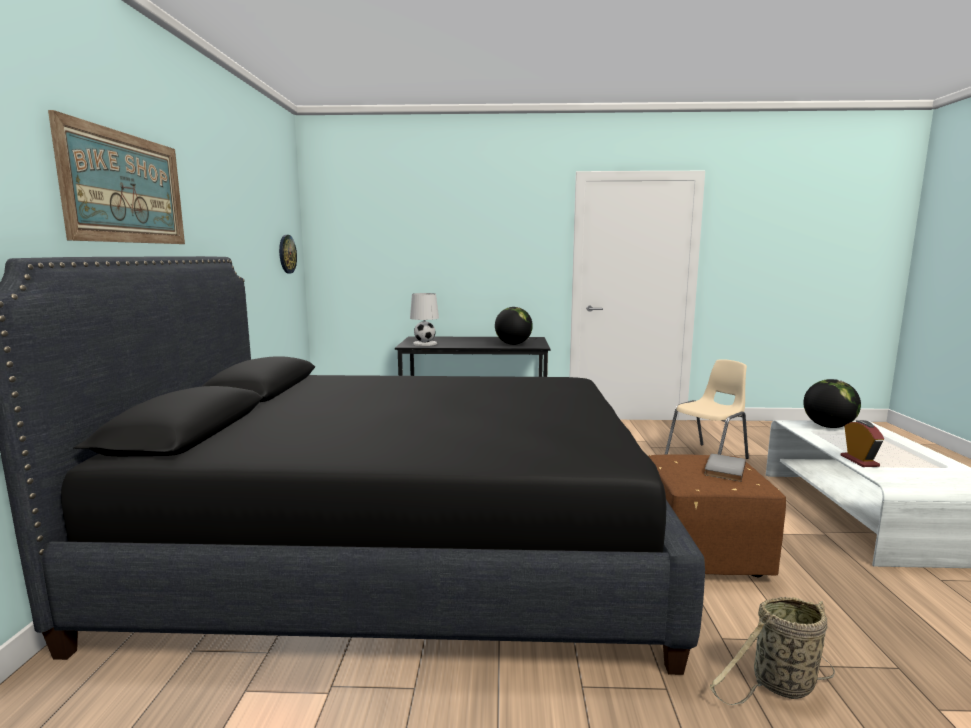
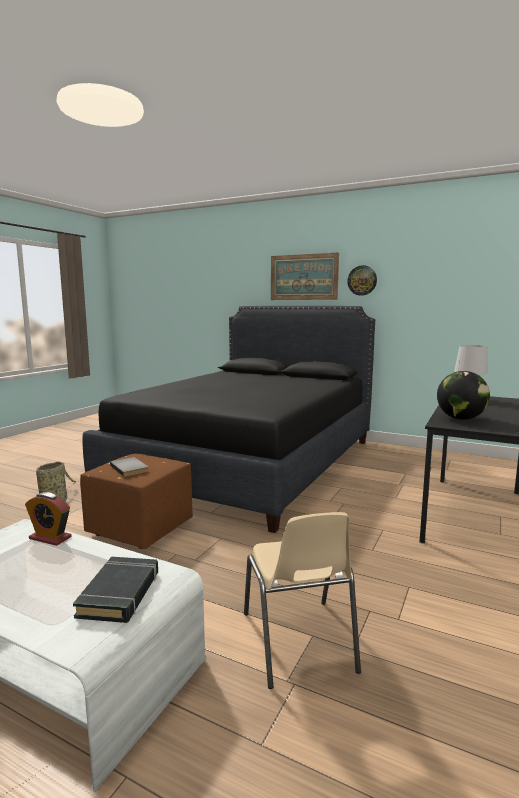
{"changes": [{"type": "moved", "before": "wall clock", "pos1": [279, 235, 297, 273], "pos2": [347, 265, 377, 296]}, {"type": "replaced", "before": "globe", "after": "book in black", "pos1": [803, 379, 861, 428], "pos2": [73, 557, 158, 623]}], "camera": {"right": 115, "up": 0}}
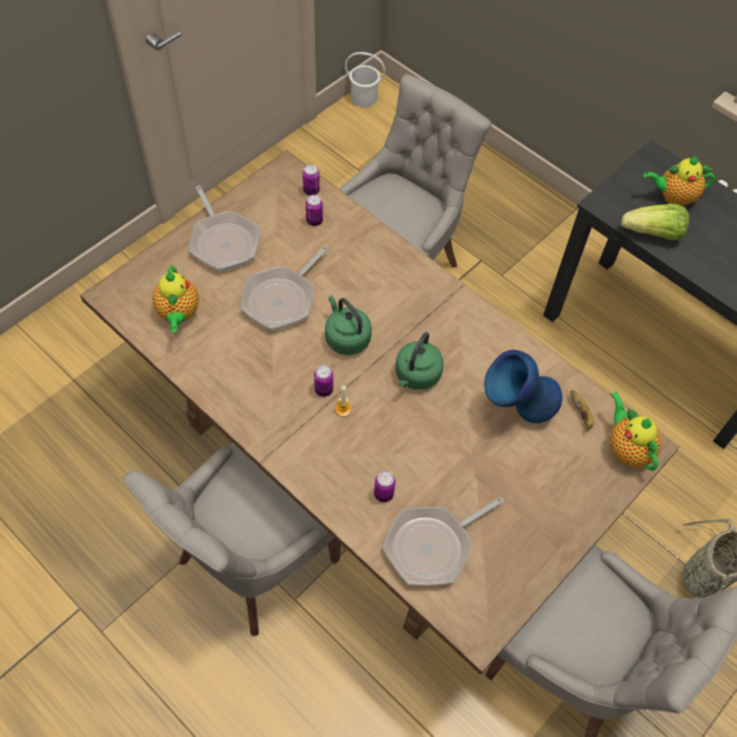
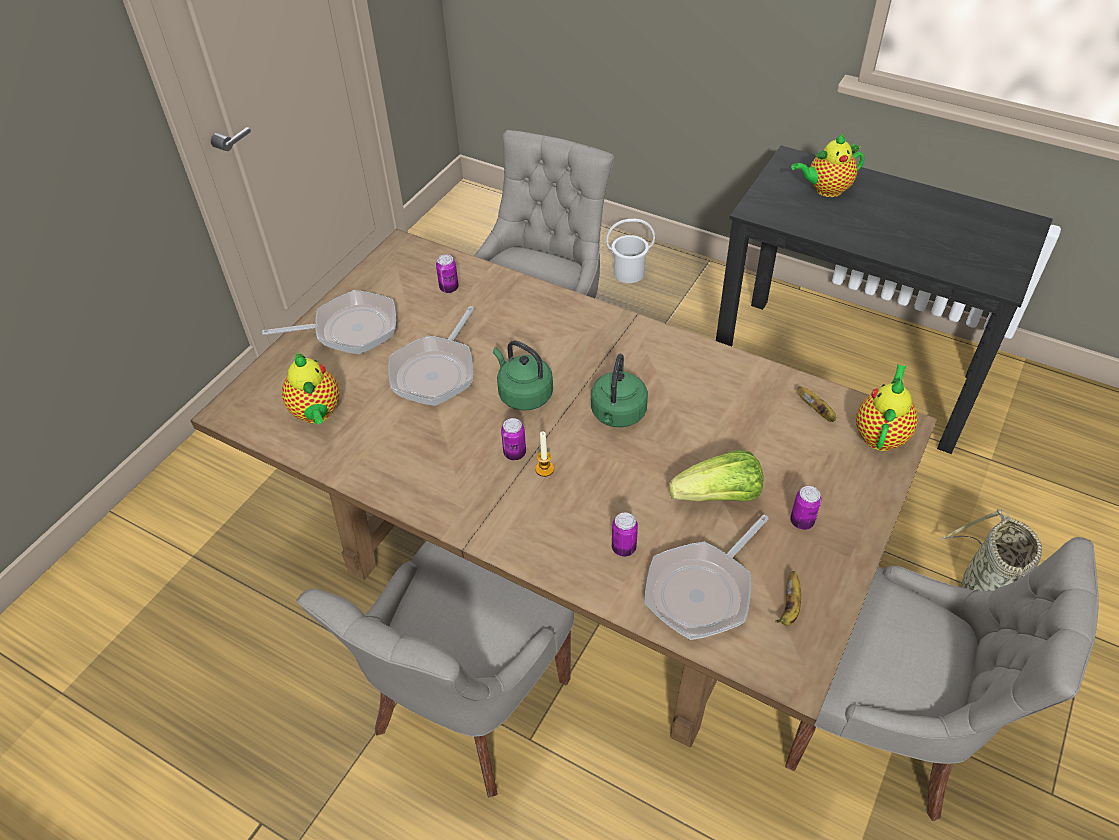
{"changes": [{"type": "turned", "before": "frying pan", "pos1": [189, 186, 260, 272], "pos2": [262, 290, 396, 354], "turn": -60}, {"type": "moved", "before": "can", "pos1": [303, 164, 320, 196], "pos2": [790, 486, 822, 530]}, {"type": "moved", "before": "bucket in white", "pos1": [345, 52, 386, 107], "pos2": [606, 219, 655, 283]}, {"type": "removed", "before": "vase in blue", "pos1": [484, 350, 562, 423]}, {"type": "turned", "before": "teapot", "pos1": [609, 391, 661, 471], "pos2": [856, 364, 917, 451], "turn": 60}, {"type": "moved", "before": "lettuce", "pos1": [621, 204, 689, 240], "pos2": [669, 450, 763, 502]}, {"type": "added", "after": "banana", "pos2": [775, 571, 801, 626]}], "camera": {"right": -10, "up": -10}}
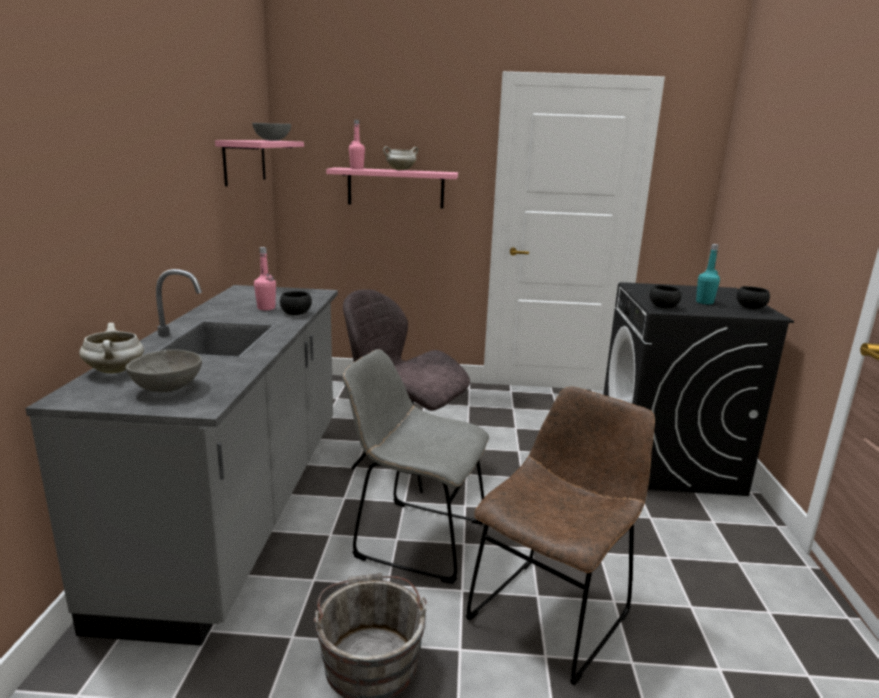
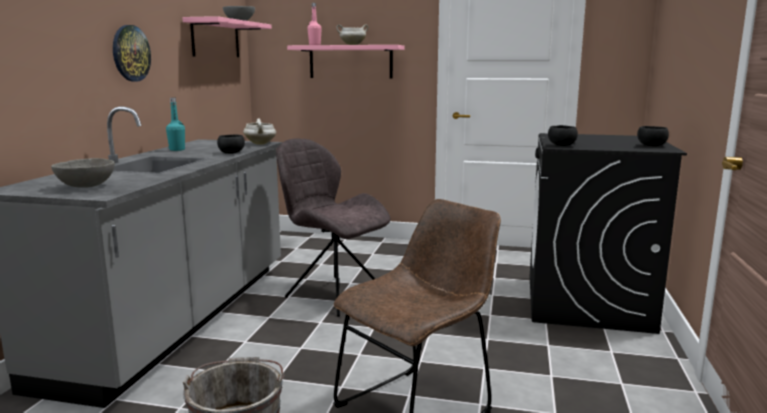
{"changes": [{"type": "moved", "before": "cooking pot in white", "pos1": [79, 323, 144, 374], "pos2": [243, 119, 276, 145]}, {"type": "removed", "before": "bottle in pink", "pos1": [254, 247, 276, 310]}, {"type": "removed", "before": "chair in grey", "pos1": [342, 349, 489, 584]}, {"type": "moved", "before": "bottle in turquoise", "pos1": [696, 244, 720, 304], "pos2": [166, 98, 185, 151]}, {"type": "added", "after": "wall clock", "pos2": [113, 25, 151, 82]}], "camera": {"right": 10, "up": -5}}
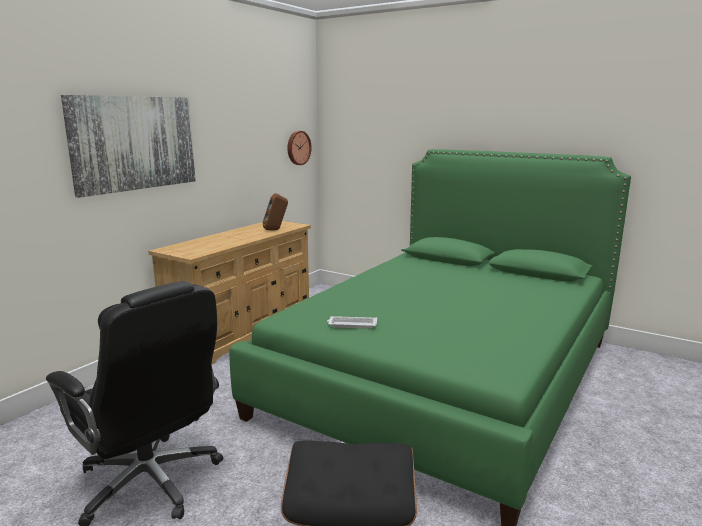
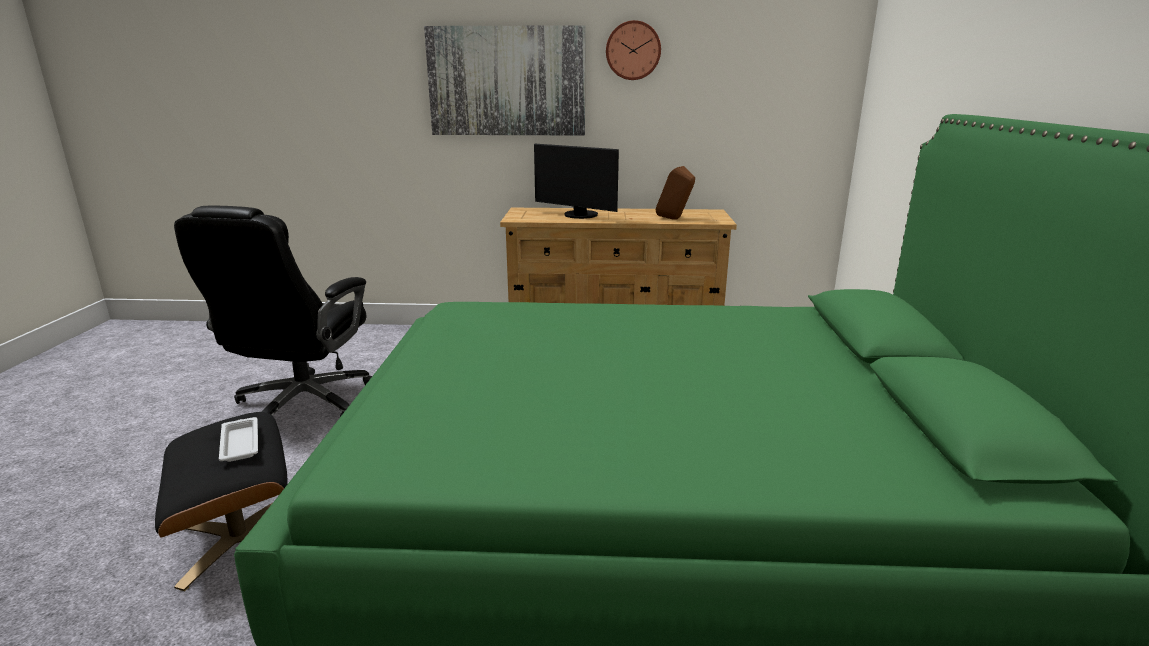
{"changes": [{"type": "moved", "before": "wall clock", "pos1": [287, 131, 312, 165], "pos2": [606, 20, 661, 80]}, {"type": "moved", "before": "tray in white", "pos1": [327, 316, 377, 329], "pos2": [219, 417, 258, 462]}, {"type": "added", "after": "monitor", "pos2": [534, 143, 619, 219]}], "camera": {"right": 60, "up": 5}}
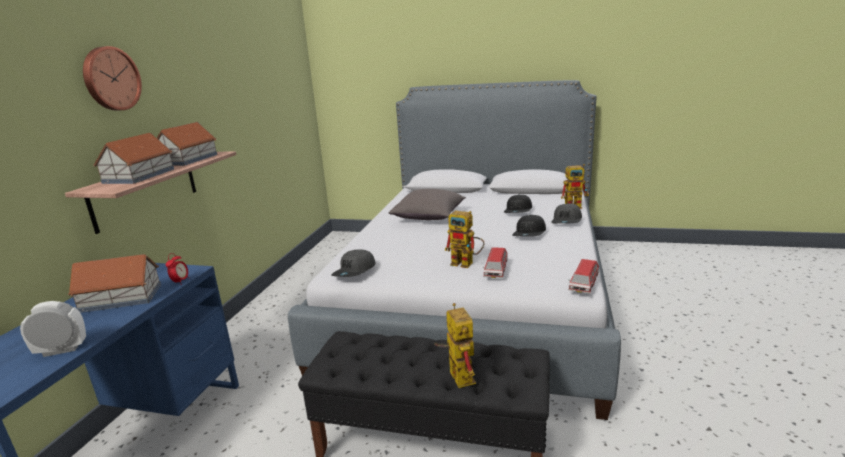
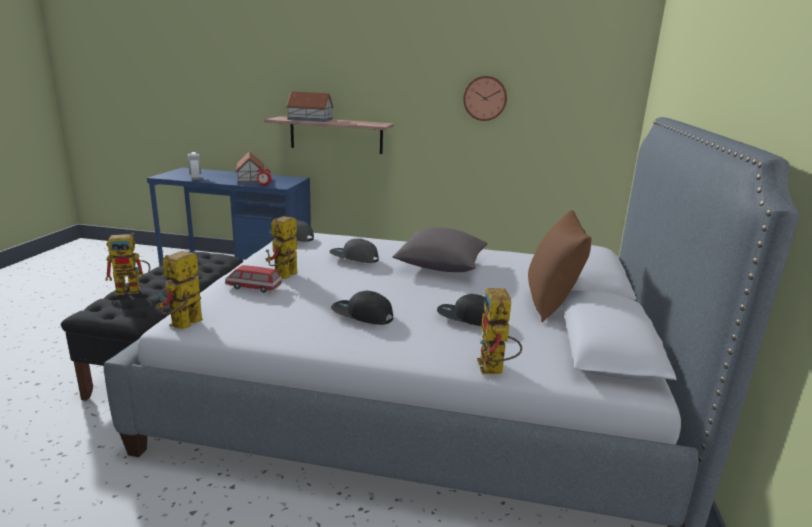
{"changes": [{"type": "moved", "before": "wall clock", "pos1": [83, 46, 142, 111], "pos2": [463, 76, 507, 121]}, {"type": "removed", "before": "toy house", "pos1": [157, 122, 217, 166]}, {"type": "moved", "before": "cap in grey", "pos1": [551, 203, 582, 224], "pos2": [329, 238, 379, 263]}, {"type": "replaced", "before": "toy car", "after": "toy robot", "pos1": [568, 259, 599, 294], "pos2": [157, 251, 203, 330]}, {"type": "added", "after": "pillow in brown", "pos2": [528, 210, 592, 322]}], "camera": {"right": 85, "up": 0}}
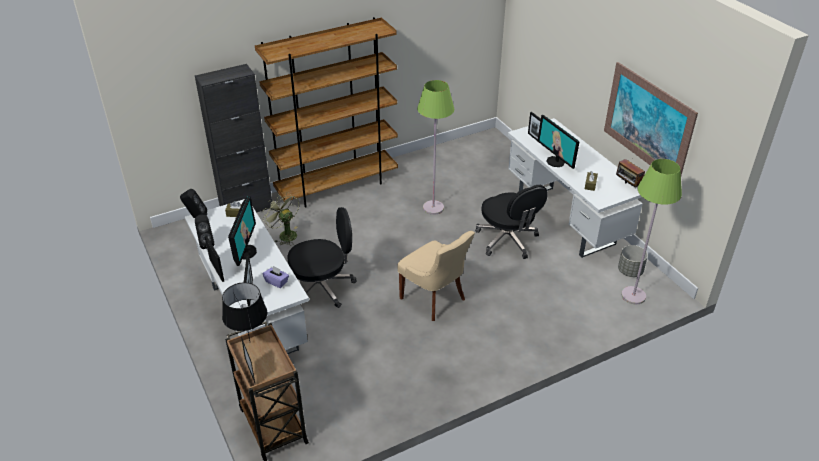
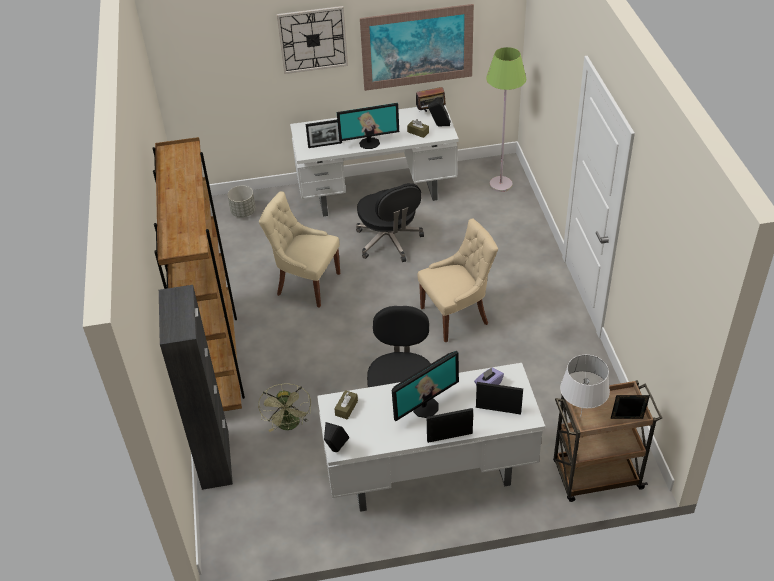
{"changes": [{"type": "moved", "before": "speaker in black", "pos1": [195, 214, 215, 249], "pos2": [428, 97, 451, 126]}, {"type": "recoloured", "before": "table lamp in black", "after": "table lamp in white", "pos1": [222, 282, 267, 341], "pos2": [560, 355, 610, 415]}, {"type": "turned", "before": "monitor", "pos1": [228, 196, 257, 266], "pos2": [392, 351, 459, 421], "turn": 120}, {"type": "turned", "before": "fan in green", "pos1": [262, 192, 299, 245], "pos2": [258, 383, 311, 432], "turn": -75}, {"type": "replaced", "before": "floor lamp in green", "after": "chair in beige", "pos1": [417, 80, 454, 215], "pos2": [259, 191, 340, 308]}, {"type": "turned", "before": "office chair in black", "pos1": [475, 185, 548, 259], "pos2": [356, 183, 424, 262], "turn": 75}, {"type": "moved", "before": "planter in grey", "pos1": [618, 245, 648, 277], "pos2": [228, 186, 256, 217]}, {"type": "added", "after": "wall clock", "pos2": [277, 6, 348, 74]}], "camera": {"right": -70, "up": 5}}
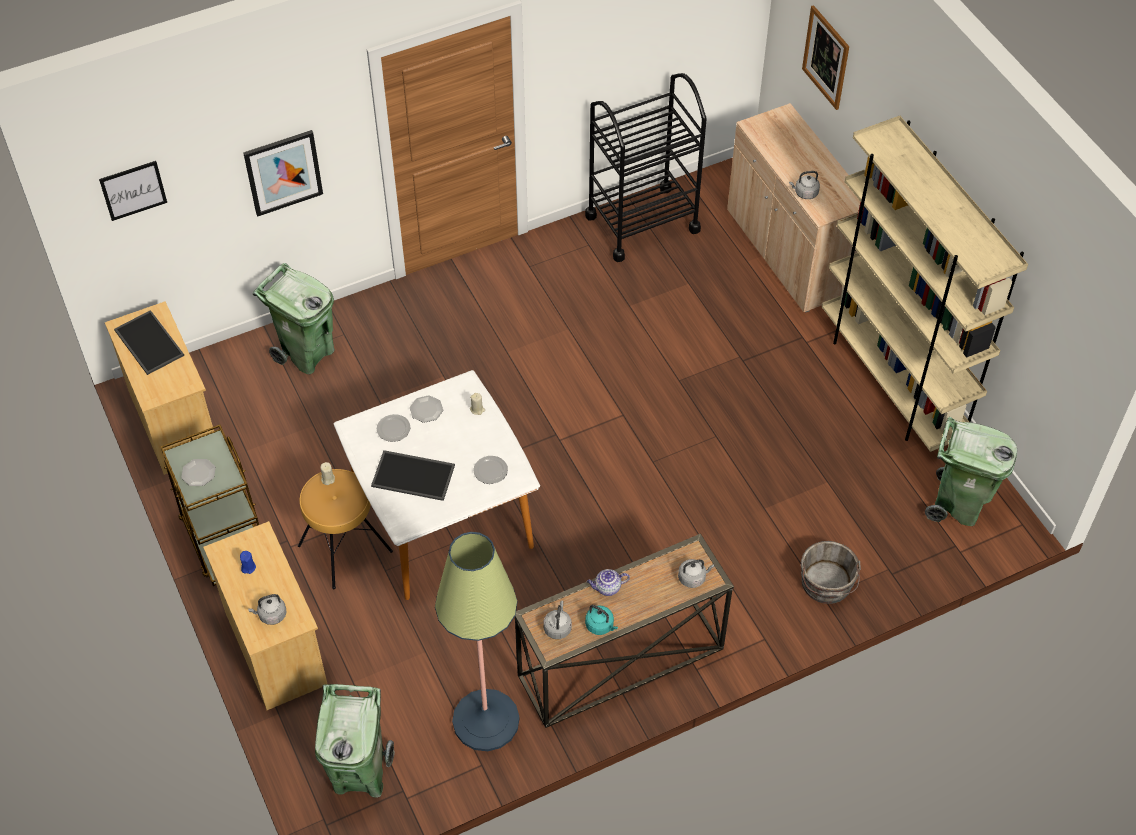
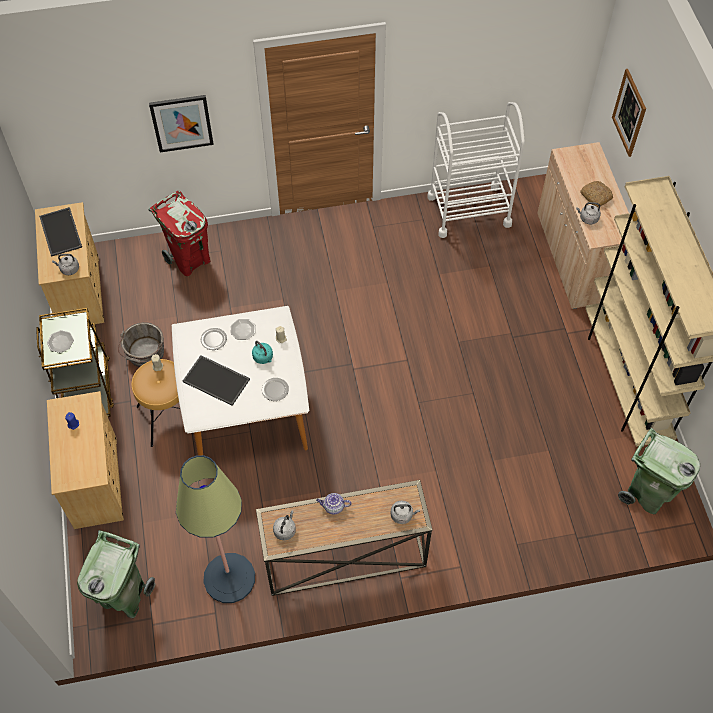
{"changes": [{"type": "removed", "before": "picture", "pos1": [99, 161, 167, 221]}, {"type": "moved", "before": "kettle in grey", "pos1": [248, 594, 286, 625], "pos2": [52, 254, 79, 275]}, {"type": "recoloured", "before": "trash can in green", "after": "trash can in red", "pos1": [253, 263, 335, 374], "pos2": [149, 190, 211, 276]}, {"type": "recoloured", "before": "cart in black", "after": "cart in white", "pos1": [585, 73, 706, 262], "pos2": [427, 102, 525, 238]}, {"type": "moved", "before": "kettle in turquoise", "pos1": [585, 605, 618, 635], "pos2": [252, 341, 273, 364]}, {"type": "moved", "before": "bucket in grey", "pos1": [800, 541, 861, 604], "pos2": [118, 322, 164, 367]}, {"type": "added", "after": "bread", "pos2": [580, 181, 613, 207]}], "camera": {"right": 15, "up": 5}}
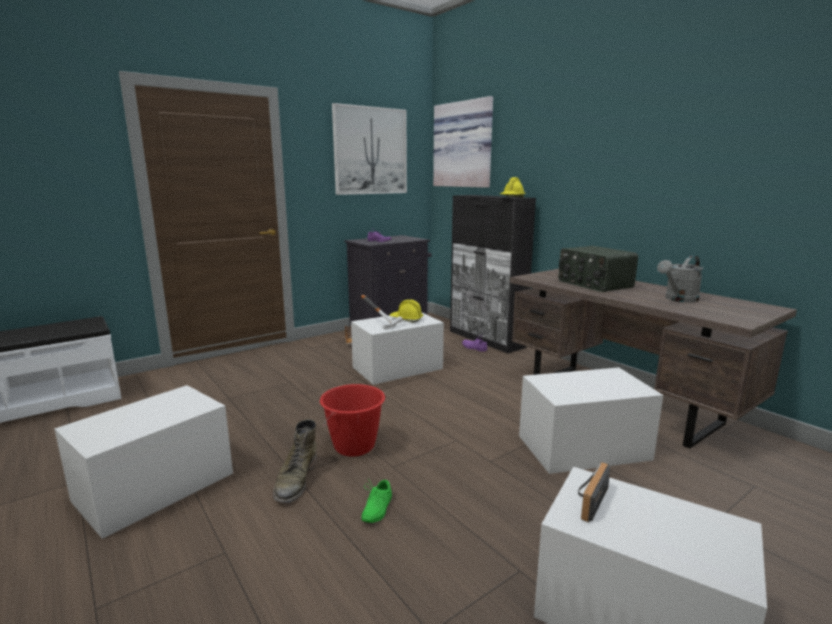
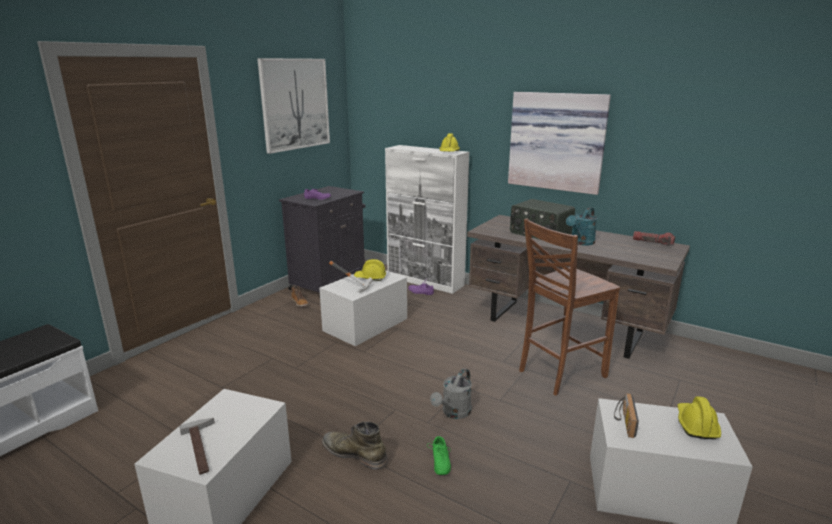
{"changes": [{"type": "turned", "before": "boot in green", "pos1": [273, 419, 317, 503], "pos2": [322, 421, 388, 469], "turn": 135}, {"type": "removed", "before": "bucket in red", "pos1": [320, 384, 385, 457]}, {"type": "moved", "before": "picture", "pos1": [433, 96, 493, 188], "pos2": [508, 92, 611, 195]}, {"type": "recoloured", "before": "cabinet in black", "after": "cabinet in white", "pos1": [450, 195, 536, 353], "pos2": [385, 145, 469, 294]}, {"type": "replaced", "before": "storage box in white", "after": "chair in brown", "pos1": [519, 367, 663, 474], "pos2": [519, 218, 620, 395]}, {"type": "moved", "before": "watering can in grey", "pos1": [657, 255, 703, 302], "pos2": [430, 368, 472, 419]}, {"type": "added", "after": "hammer", "pos2": [179, 418, 215, 475]}, {"type": "added", "after": "watering can in turquoise", "pos2": [566, 207, 598, 245]}, {"type": "added", "after": "flashlight", "pos2": [633, 231, 675, 246]}, {"type": "added", "after": "hard hat in yellow", "pos2": [678, 396, 721, 439]}], "camera": {"right": -20, "up": 5}}
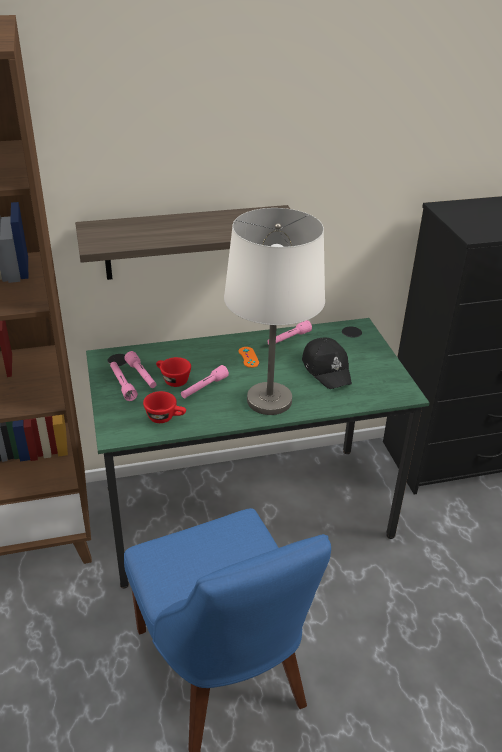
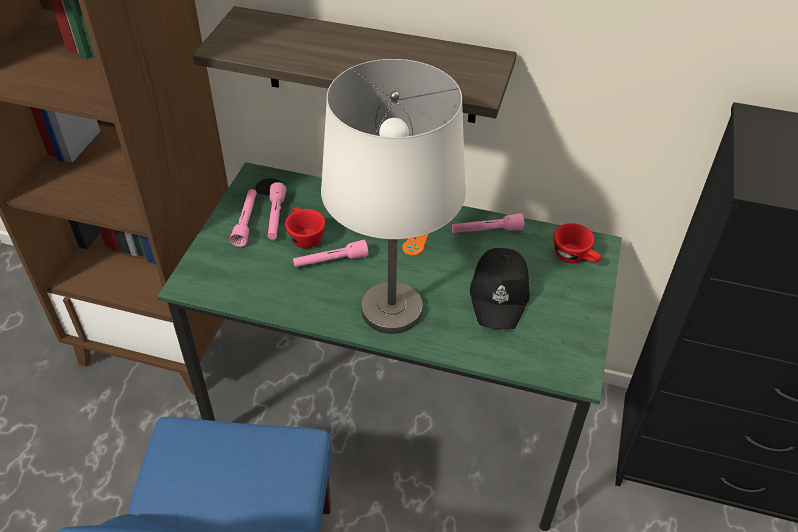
{"changes": [{"type": "moved", "before": "cup in red", "pos1": [143, 391, 186, 423], "pos2": [553, 223, 602, 263]}], "camera": {"right": 30, "up": 10}}
